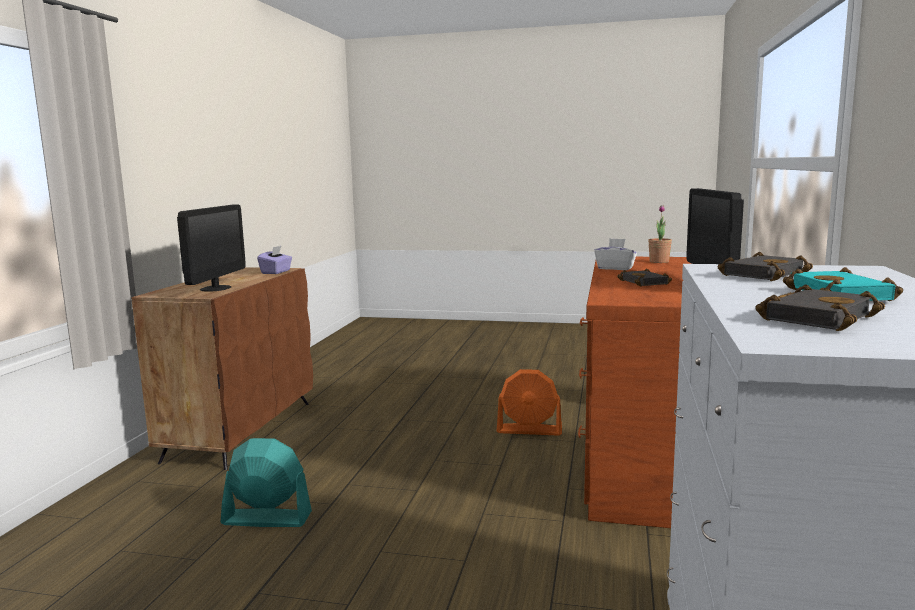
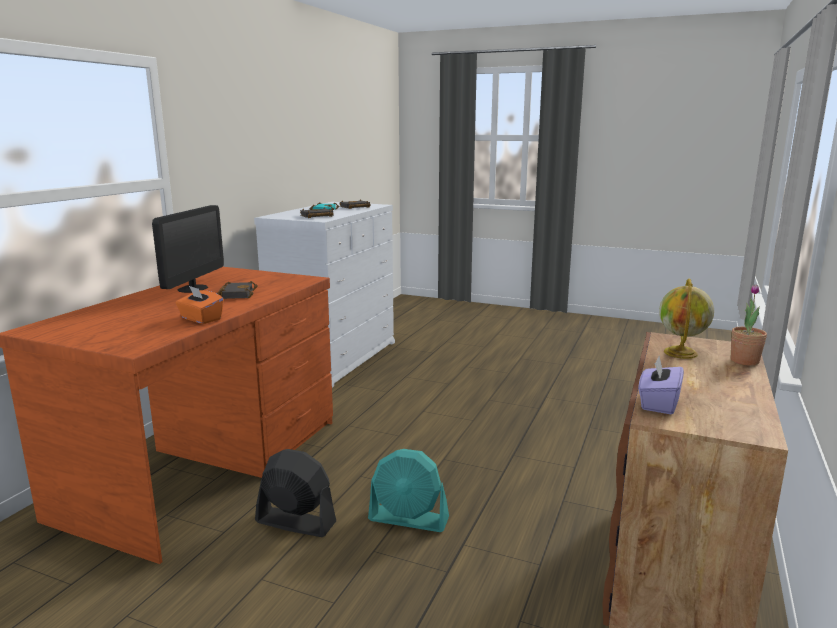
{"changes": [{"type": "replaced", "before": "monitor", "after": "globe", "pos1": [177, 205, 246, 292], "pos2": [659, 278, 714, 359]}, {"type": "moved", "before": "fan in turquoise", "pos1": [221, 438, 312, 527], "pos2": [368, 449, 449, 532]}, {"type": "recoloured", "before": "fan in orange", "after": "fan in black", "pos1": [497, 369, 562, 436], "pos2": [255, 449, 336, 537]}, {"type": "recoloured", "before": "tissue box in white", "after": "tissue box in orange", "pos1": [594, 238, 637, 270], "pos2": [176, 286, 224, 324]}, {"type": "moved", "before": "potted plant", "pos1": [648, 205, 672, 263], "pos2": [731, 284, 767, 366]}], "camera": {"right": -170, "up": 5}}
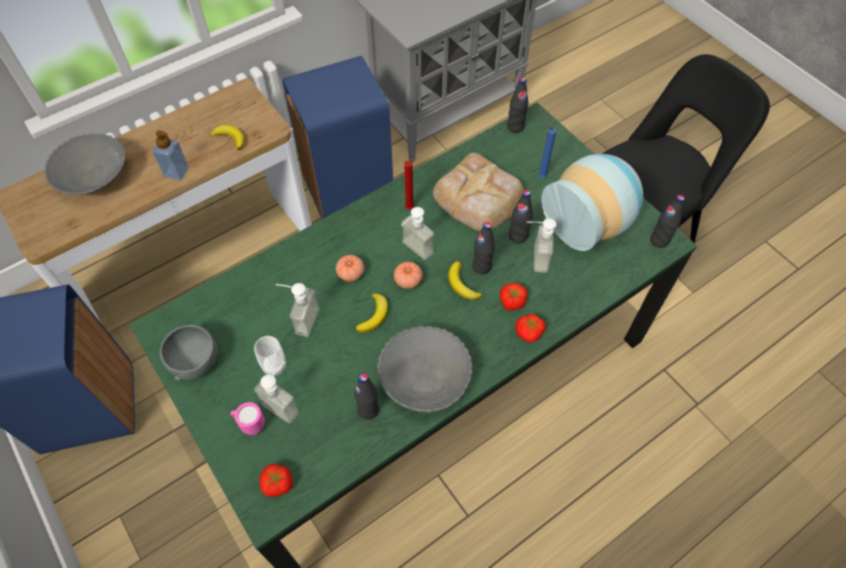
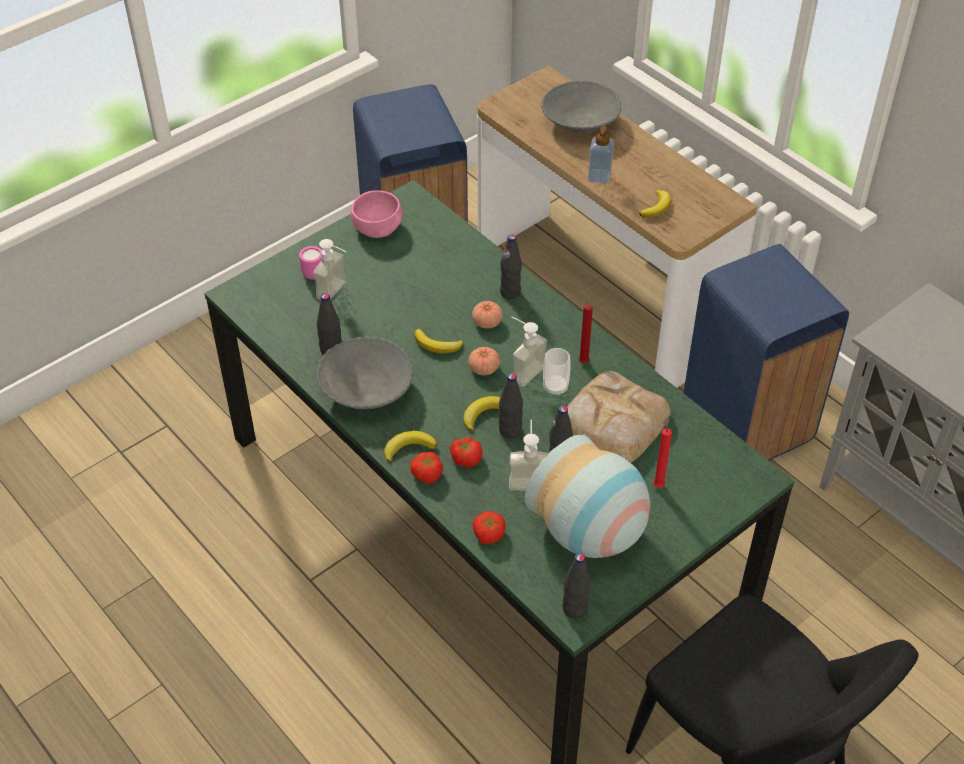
{"changes": [{"type": "recoloured", "before": "bowl in grey", "after": "bowl in pink", "pos1": [160, 325, 218, 381], "pos2": [351, 190, 403, 238]}, {"type": "moved", "before": "cup", "pos1": [254, 336, 286, 376], "pos2": [543, 348, 571, 396]}, {"type": "moved", "before": "tomato", "pos1": [260, 464, 293, 497], "pos2": [473, 511, 506, 545]}, {"type": "removed", "before": "soap dispenser", "pos1": [276, 283, 320, 337]}, {"type": "moved", "before": "bottle in black", "pos1": [507, 77, 528, 133], "pos2": [500, 234, 522, 299]}, {"type": "recoloured", "before": "candle in blue", "after": "candle in red", "pos1": [538, 123, 556, 178], "pos2": [653, 418, 672, 488]}, {"type": "added", "after": "banana", "pos2": [384, 431, 437, 463]}], "camera": {"right": 85, "up": -10}}
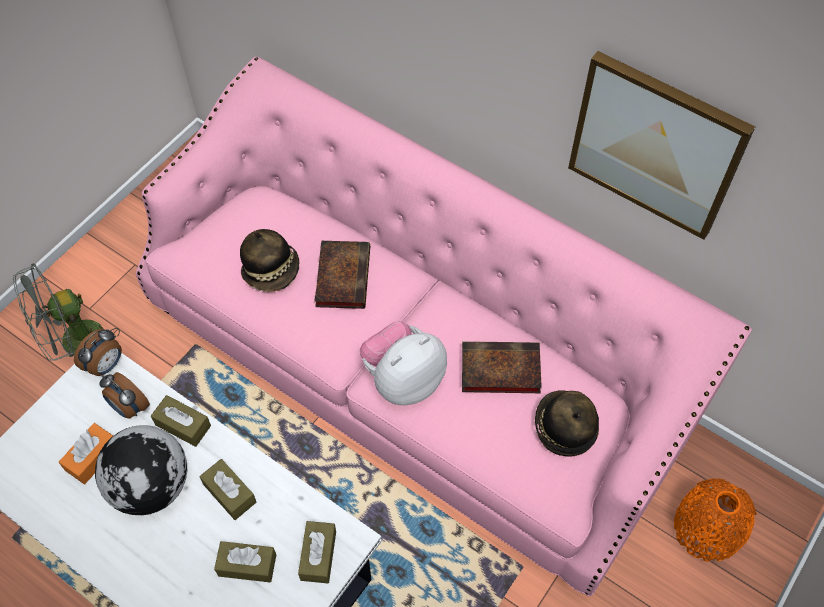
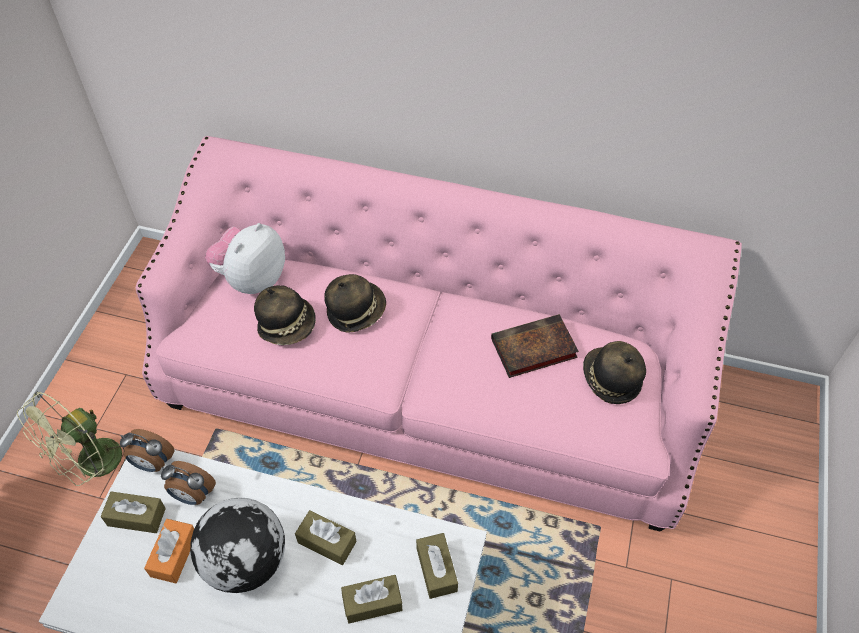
{"changes": [{"type": "recoloured", "before": "fan in grey", "after": "fan in green", "pos1": [13, 263, 120, 361], "pos2": [17, 391, 126, 486]}, {"type": "turned", "before": "alarm clock", "pos1": [74, 329, 122, 376], "pos2": [120, 429, 175, 472], "turn": 90}, {"type": "moved", "before": "tissue box in brown", "pos1": [151, 395, 211, 447], "pos2": [101, 491, 166, 533]}, {"type": "replaced", "before": "book", "after": "hat", "pos1": [315, 241, 370, 309], "pos2": [324, 274, 386, 333]}, {"type": "moved", "before": "plush toy", "pos1": [359, 321, 447, 405], "pos2": [205, 223, 285, 294]}, {"type": "removed", "before": "picture", "pos1": [568, 51, 755, 240]}, {"type": "removed", "before": "vase in orange", "pos1": [674, 478, 757, 562]}], "camera": {"right": -20, "up": -5}}
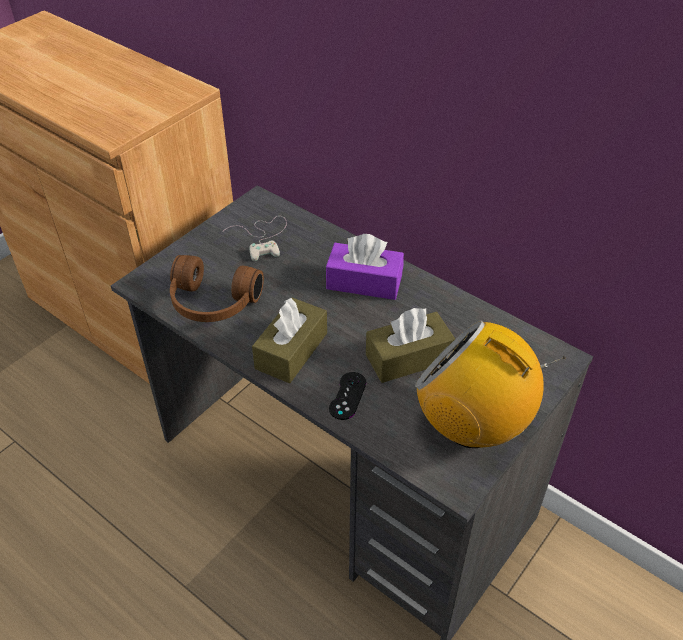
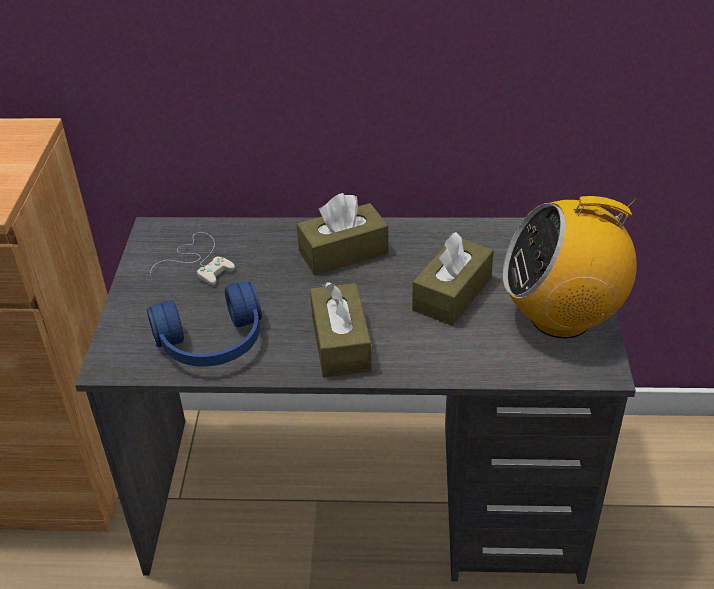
{"changes": [{"type": "recoloured", "before": "headphones in brown", "after": "headphones in blue", "pos1": [170, 255, 264, 322], "pos2": [147, 281, 262, 367]}, {"type": "recoloured", "before": "tissue box in purple", "after": "tissue box in brown", "pos1": [326, 234, 404, 300], "pos2": [297, 193, 389, 275]}, {"type": "removed", "before": "game controller in black", "pos1": [329, 372, 366, 420]}], "camera": {"right": -35, "up": -5}}
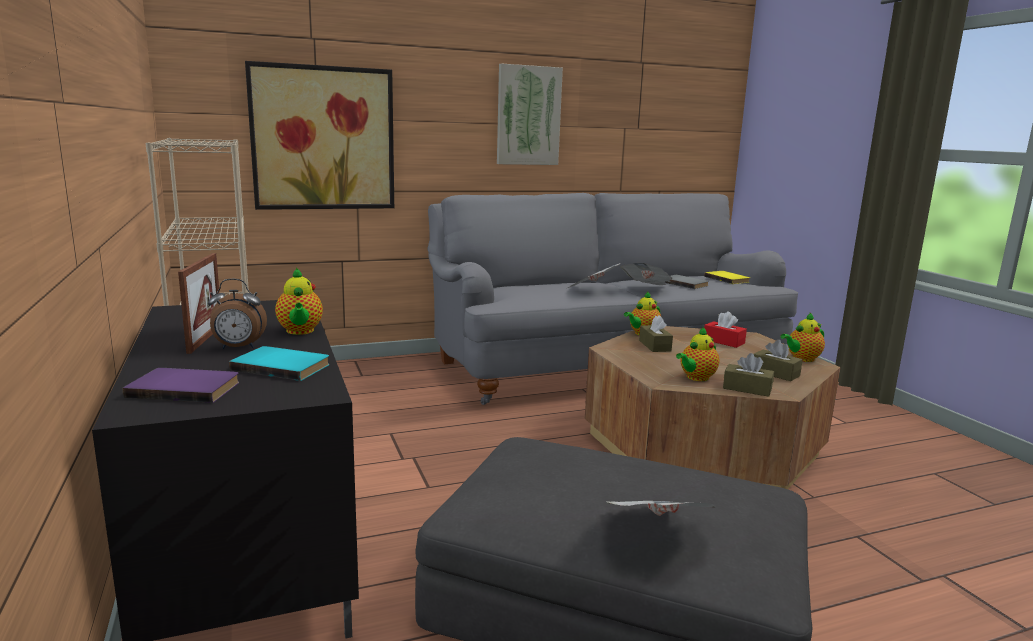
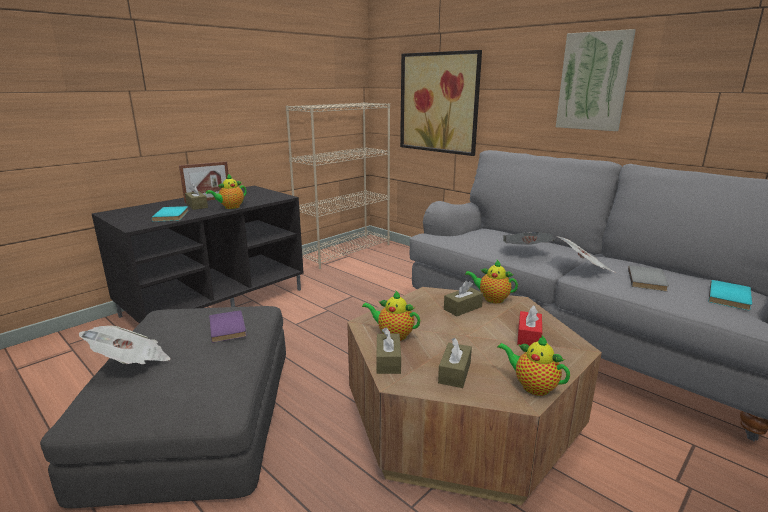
{"changes": [{"type": "moved", "before": "book in purple", "pos1": [123, 368, 239, 403], "pos2": [209, 310, 246, 343]}, {"type": "replaced", "before": "alarm clock", "after": "tissue box in brown", "pos1": [208, 279, 267, 349], "pos2": [185, 183, 208, 210]}, {"type": "recoloured", "before": "book in yellow", "after": "book in turquoise", "pos1": [704, 271, 750, 284], "pos2": [708, 280, 752, 310]}], "camera": {"right": 65, "up": 5}}
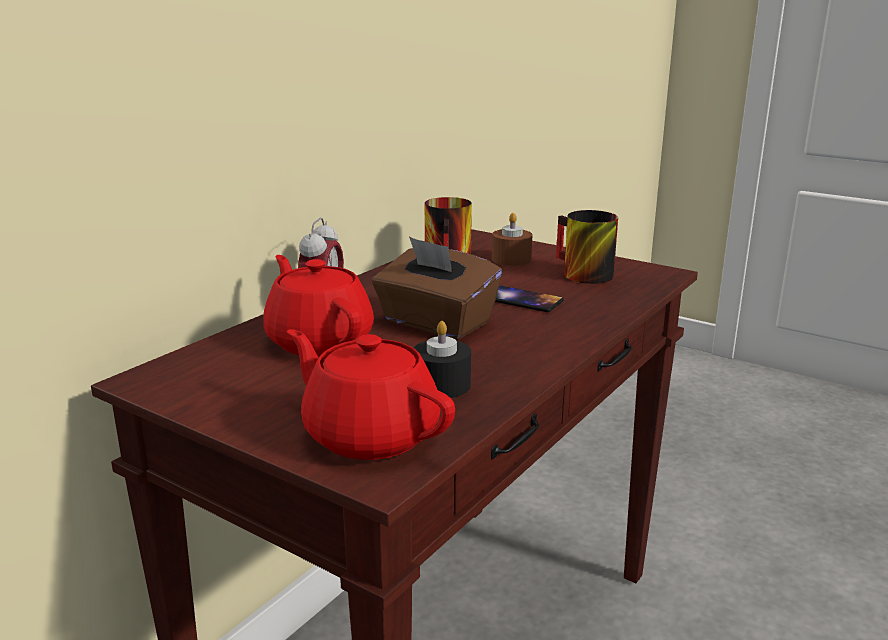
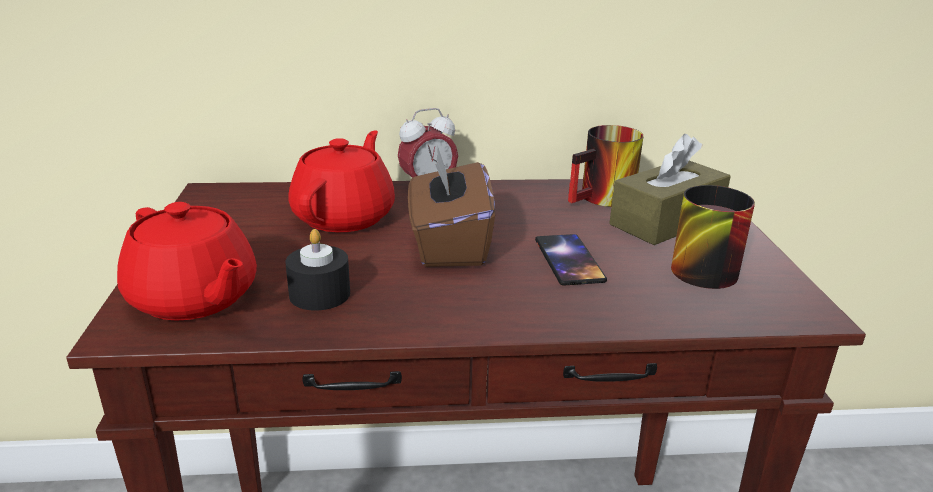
{"changes": [{"type": "turned", "before": "teapot in red", "pos1": [287, 329, 455, 460], "pos2": [117, 202, 257, 321], "turn": 135}, {"type": "replaced", "before": "candle in brown", "after": "tissue box in brown", "pos1": [492, 213, 532, 266], "pos2": [609, 134, 731, 245]}], "camera": {"right": 50, "up": 5}}
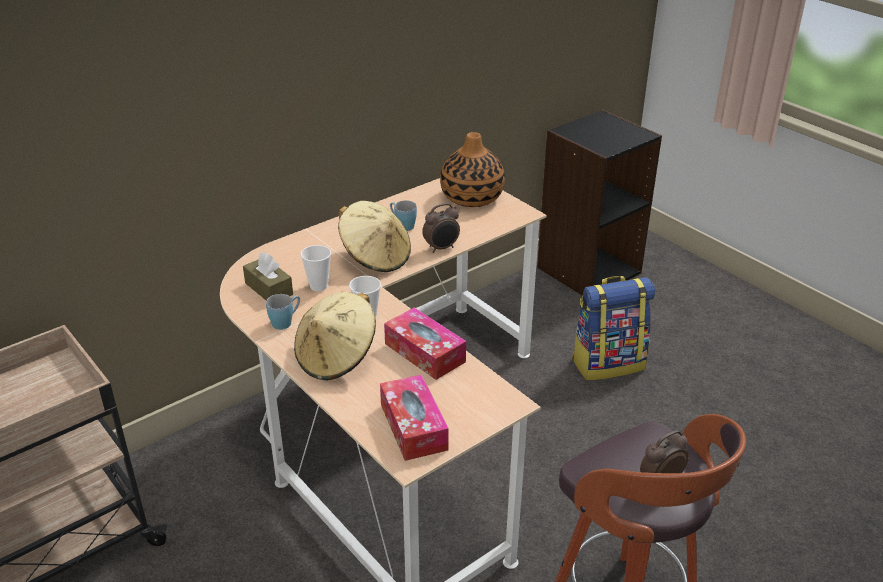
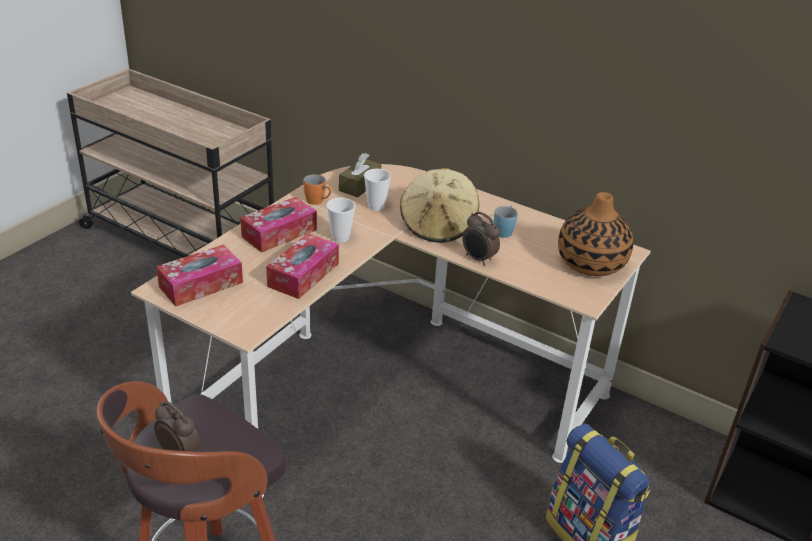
{"changes": [{"type": "recoloured", "before": "mug in blue", "after": "mug in orange", "pos1": [266, 294, 300, 330], "pos2": [303, 174, 332, 205]}, {"type": "replaced", "before": "hat in beige", "after": "tissue box", "pos1": [294, 292, 376, 381], "pos2": [240, 197, 317, 253]}], "camera": {"right": 70, "up": 0}}
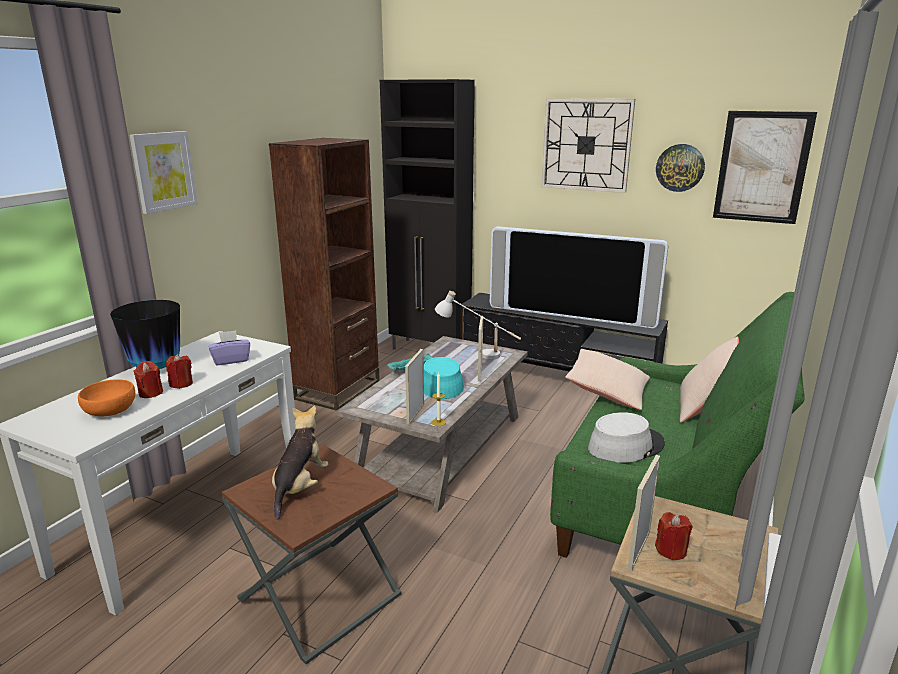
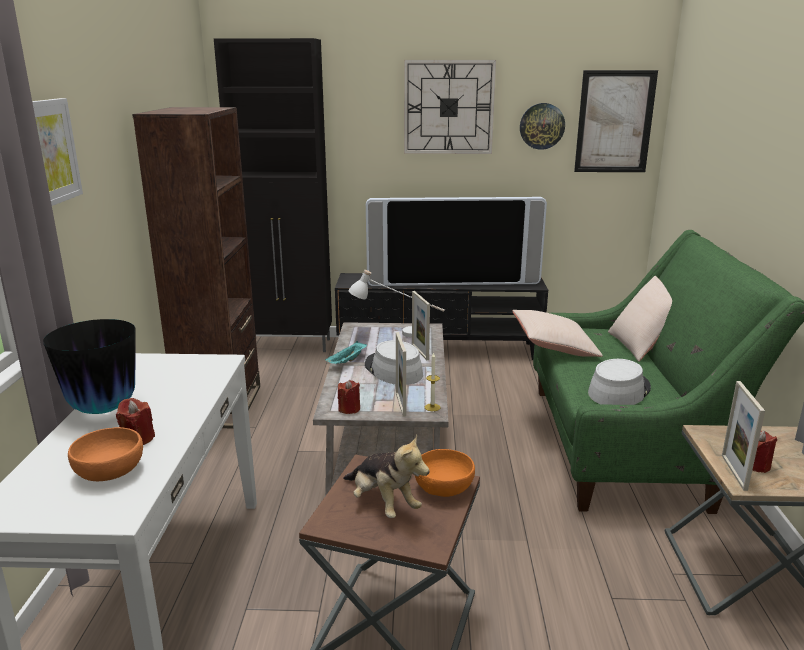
{"changes": [{"type": "moved", "before": "candle in red", "pos1": [166, 354, 193, 389], "pos2": [338, 380, 360, 414]}, {"type": "removed", "before": "tissue box in purple", "pos1": [209, 330, 250, 366]}, {"type": "turned", "before": "plush toy", "pos1": [272, 406, 328, 520], "pos2": [343, 435, 430, 518], "turn": 150}, {"type": "recoloured", "before": "hat in turquoise", "after": "hat in grey", "pos1": [424, 357, 464, 399], "pos2": [365, 340, 423, 385]}, {"type": "added", "after": "bowl in orange", "pos2": [415, 449, 475, 497]}], "camera": {"right": -25, "up": 0}}
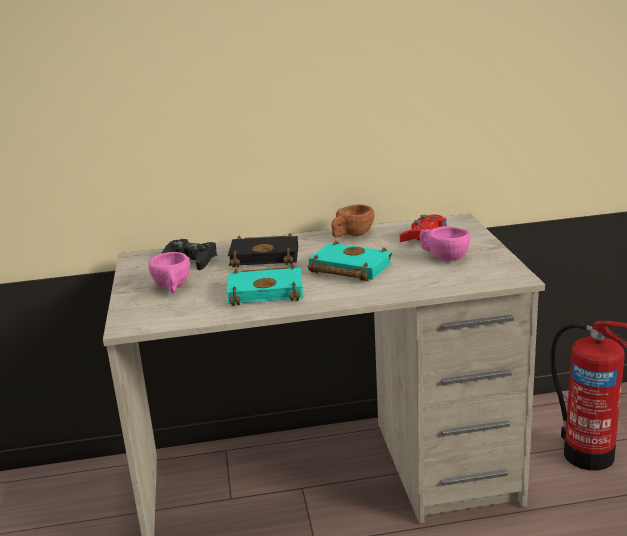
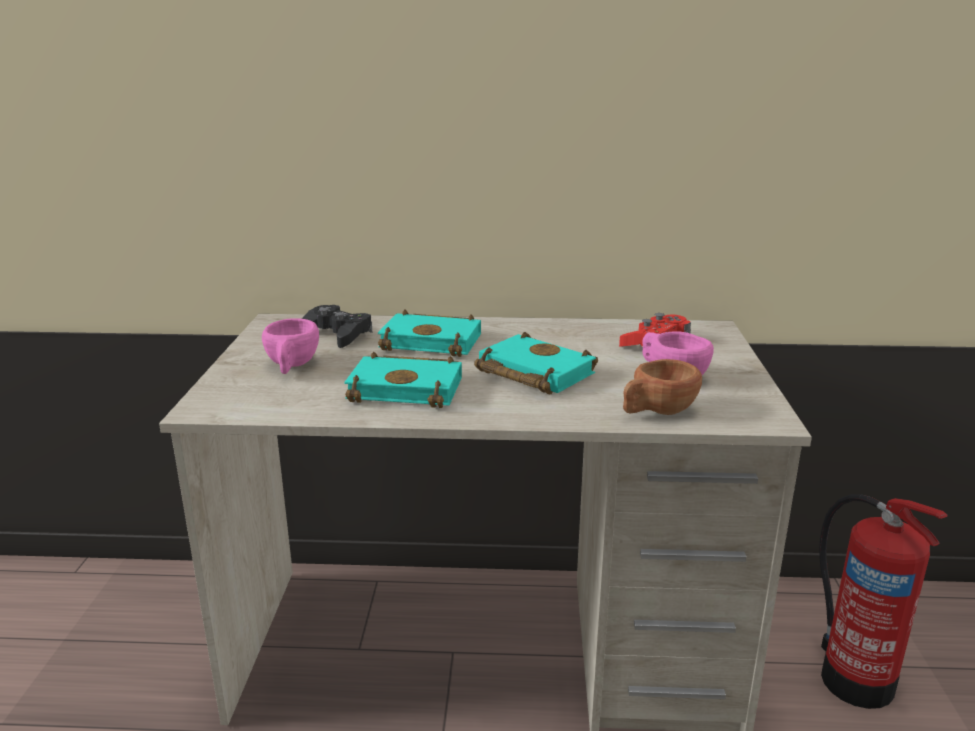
{"changes": [{"type": "recoloured", "before": "book in black", "after": "book in turquoise", "pos1": [228, 233, 298, 267], "pos2": [378, 309, 481, 357]}, {"type": "moved", "before": "cup in brown", "pos1": [331, 205, 374, 238], "pos2": [623, 359, 702, 415]}], "camera": {"right": 10, "up": 0}}
